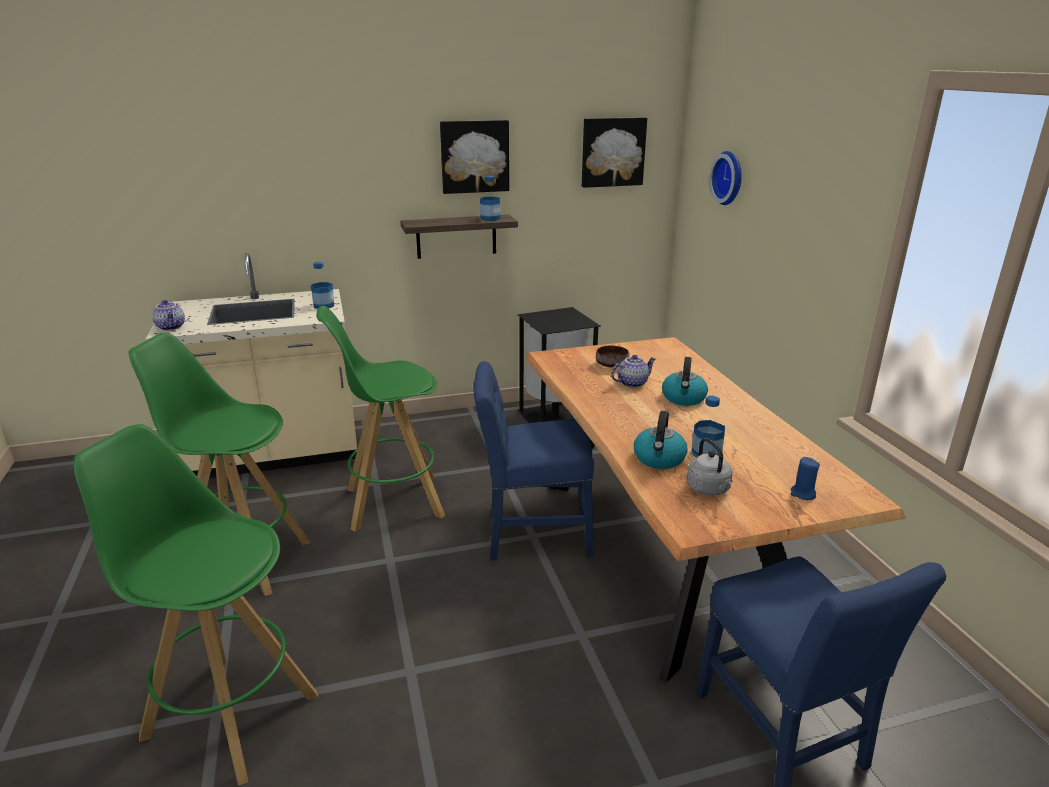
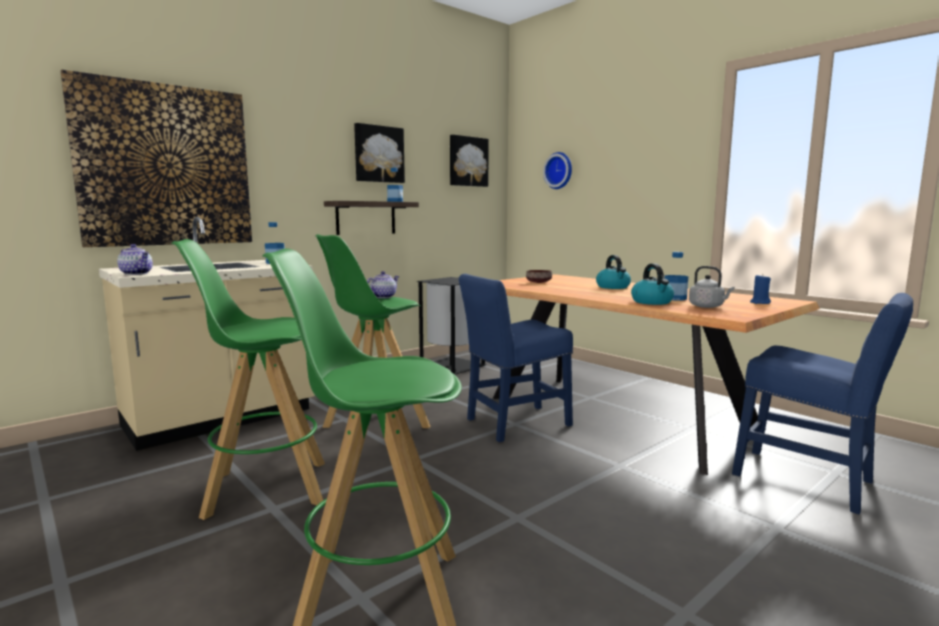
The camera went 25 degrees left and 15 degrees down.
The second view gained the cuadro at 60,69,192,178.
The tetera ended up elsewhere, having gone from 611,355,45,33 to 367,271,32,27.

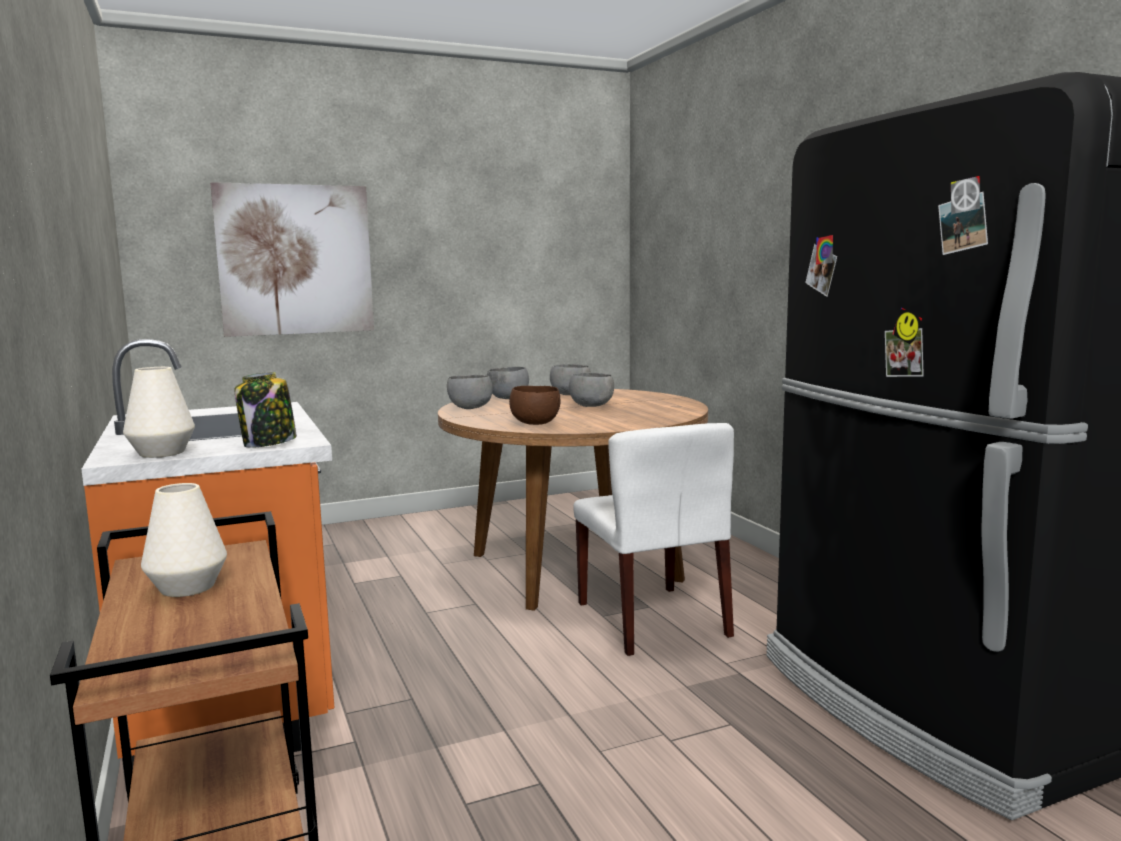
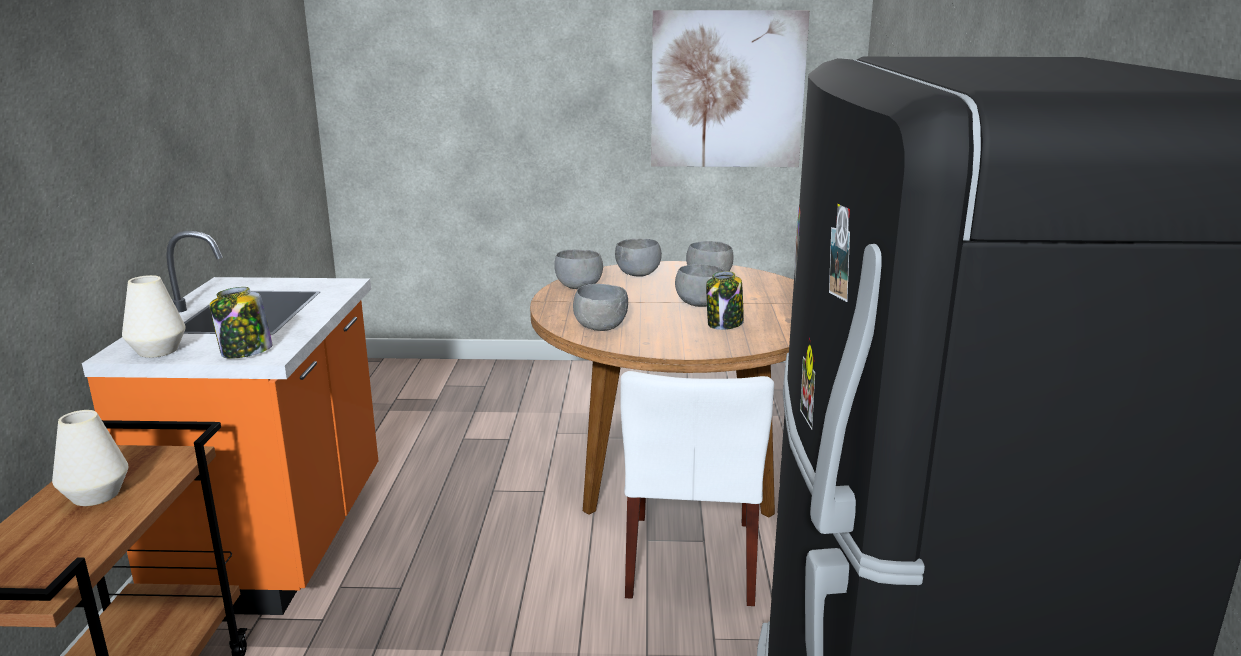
The camera went 25 degrees right and 10 degrees up.
The second view gained the tarro at 706,271,38,59.
The cuadro ended up elsewhere, having gone from 210,182,164,155 to 651,10,159,157.
What was the cuenco [marrón] at 509,386,52,39 turned into the cuenco [gris] at 573,284,55,47.

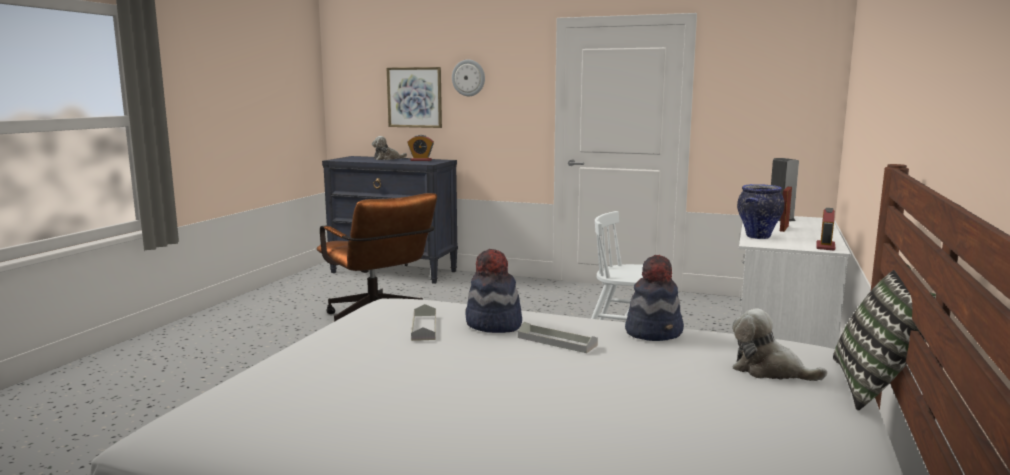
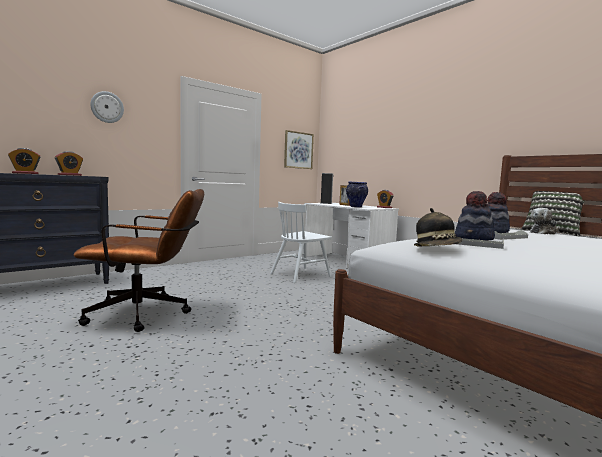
The camera went 60 degrees left and 5 degrees down.
The second view gained the sombrero at 414,208,48,38.
The cuadro ended up elsewhere, having gone from 387,67,55,61 to 284,130,30,39.
Where the peluche stood at 372,136,35,24, the despertador came to stand at 8,148,33,26.

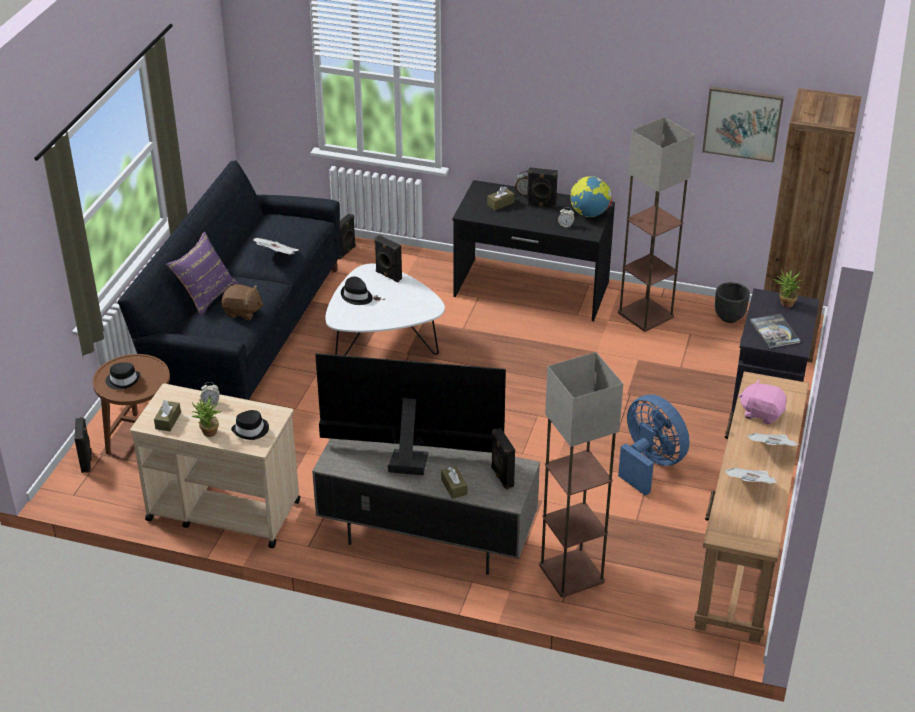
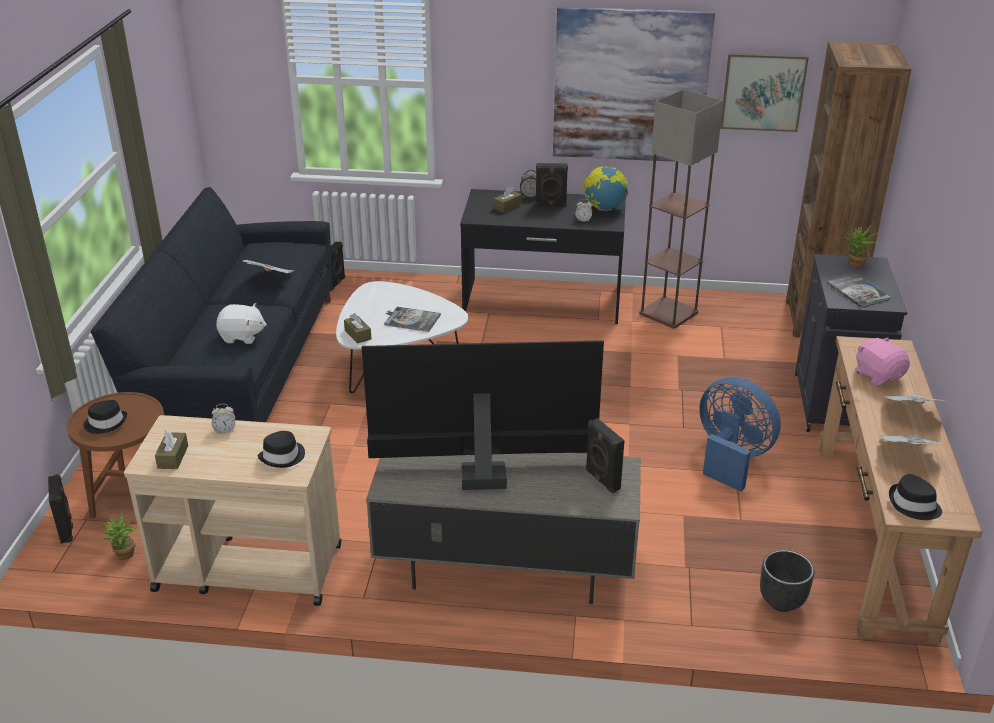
The camera went 10 degrees left and 5 degrees down.
The second view lost the cojín [morado] at 166,232,73,83.
The second view lost the altavoz [negro] at 374,235,28,47.
The second view lost the lámpara de pie at 539,352,84,246.
The second view gained the libro at 384,307,57,25.
The second view gained the cuadro at 553,7,162,156.
The planta en maceta ended up elsewhere, having gone from 192,395,30,42 to 100,511,37,49.
The sombrero [negro] ended up elsewhere, having gone from 341,276,31,29 to 889,474,53,46.
The caja de pañuelos [marrón] ended up elsewhere, having gone from 441,466,26,33 to 344,313,28,31.
The maceta [negro] ended up elsewhere, having gone from 715,282,35,41 to 760,550,55,62.
What was the peluche [marrón] at 222,284,42,36 turned into the peluche [blanco] at 216,303,51,41.
The peluche [rosa] at 739,379,48,45 ended up facing another way, 45 degrees clockwise from before.

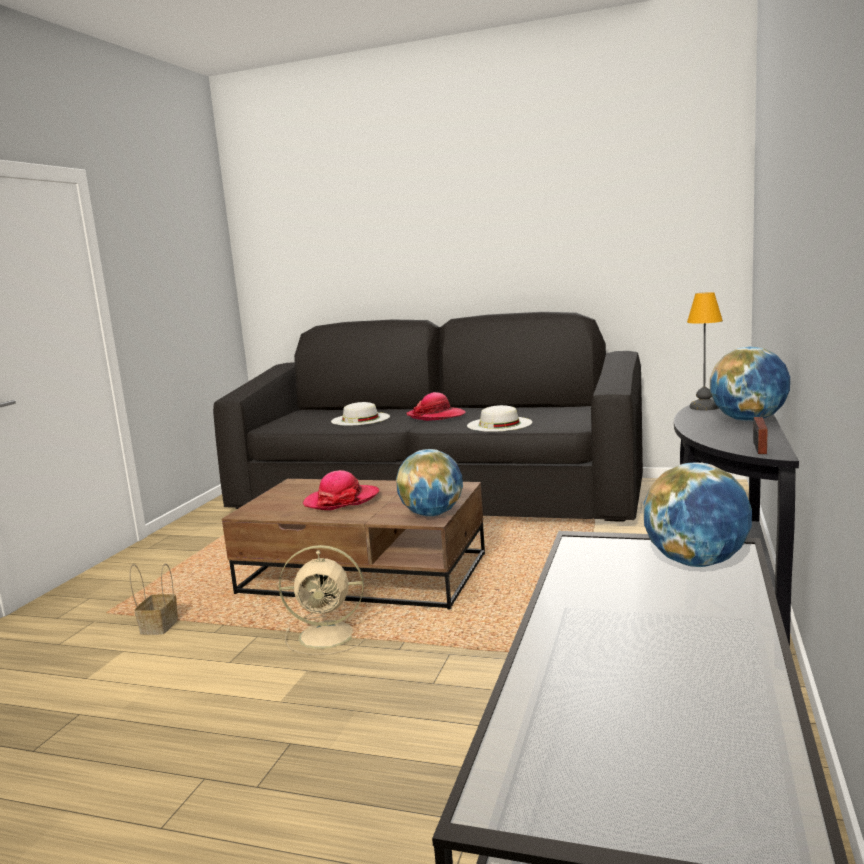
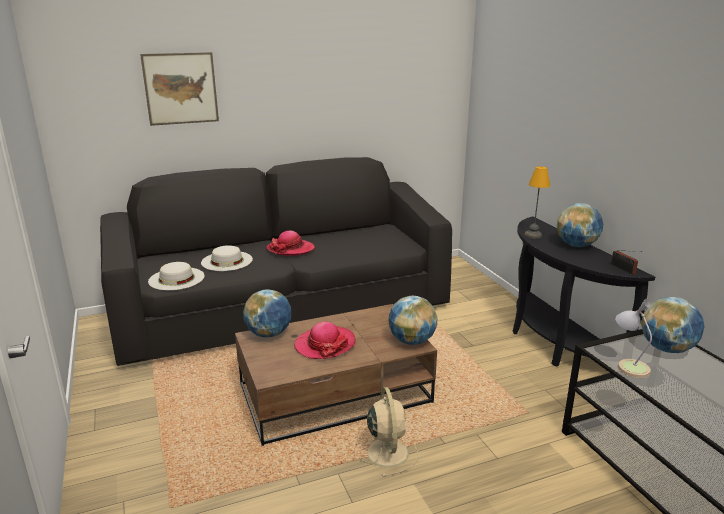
The camera went 40 degrees left and 10 degrees up.
The second view lost the cesta at 130,564,48,71.
The second view gained the cuadro at 140,52,79,74.
The second view gained the globo terráqueo at 243,289,48,48.
The second view gained the lámpara de mesa at 615,298,37,80.
The sombrero [blanco] ended up elsewhere, having gone from 467,405,65,27 to 148,262,57,28.
The ventilador [beis] at 279,545,87,110 ended up facing another way, 60 degrees counterclockwise from before.

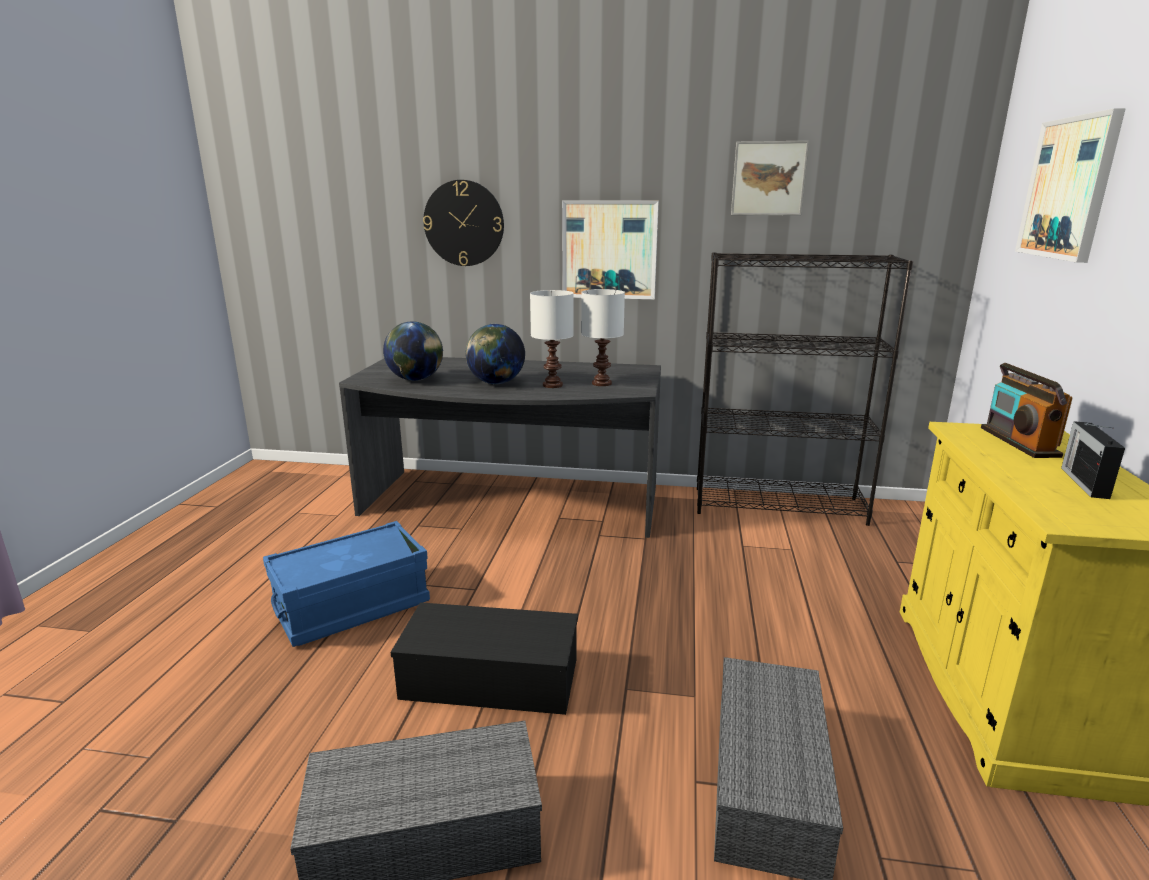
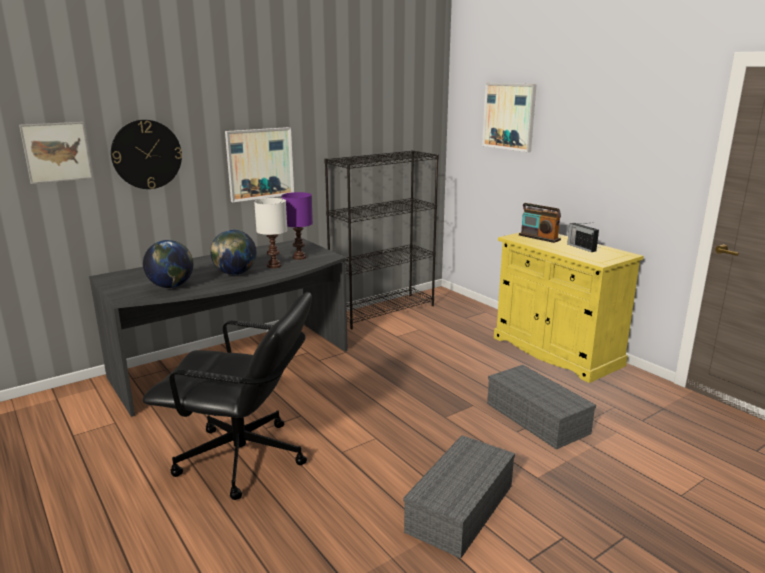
The camera went 45 degrees left and 0 degrees up.
The second view lost the caja de almacenaje [negro] at 390,602,188,113.
The cuadro ended up elsewhere, having gone from 731,141,78,74 to 19,122,74,62.
Where the caja de almacenaje [azul] stood at 263,521,167,126, the silla de oficina [negro] came to stand at 142,292,170,208.
What was the lámpara de mesa [blanco] at 581,289,44,97 turned into the lámpara de mesa [morado] at 282,192,31,68.

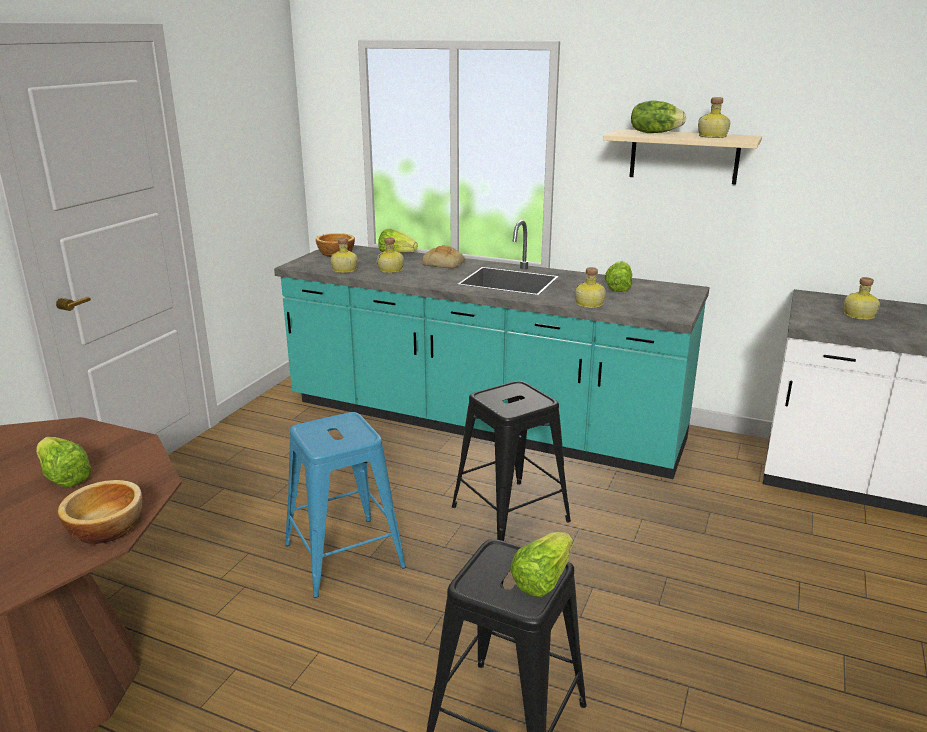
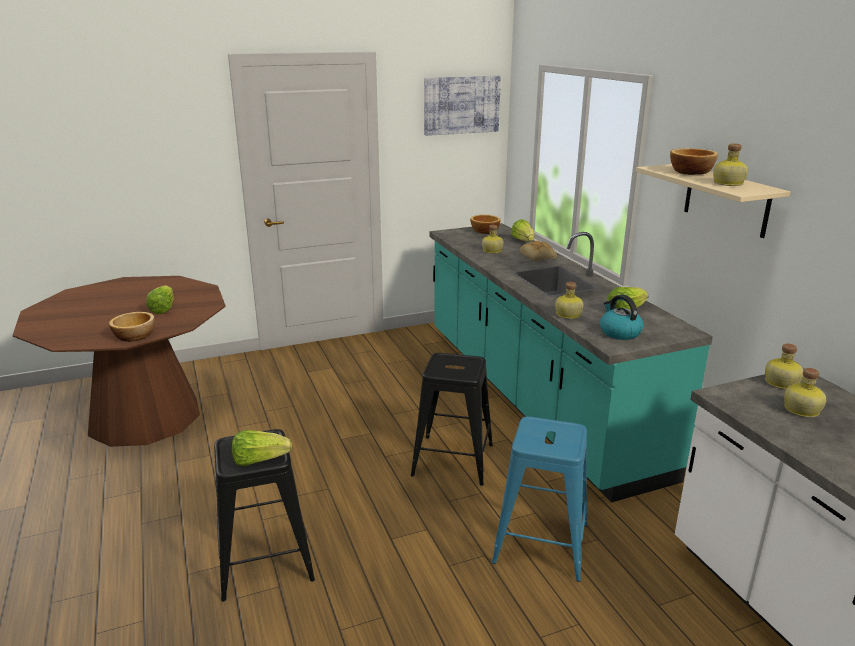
The camera went 45 degrees right and 0 degrees up.
The second view gained the cuadro at 424,76,77,60.
The second view gained the hervidor at 600,295,44,45.
The taburete [azul] ended up elsewhere, having gone from 285,412,121,186 to 492,417,96,165.
The botella ended up elsewhere, having gone from 330,237,28,36 to 765,343,38,46.
Where the lechuga stood at 631,101,55,32, the cuenco came to stand at 670,148,48,27.

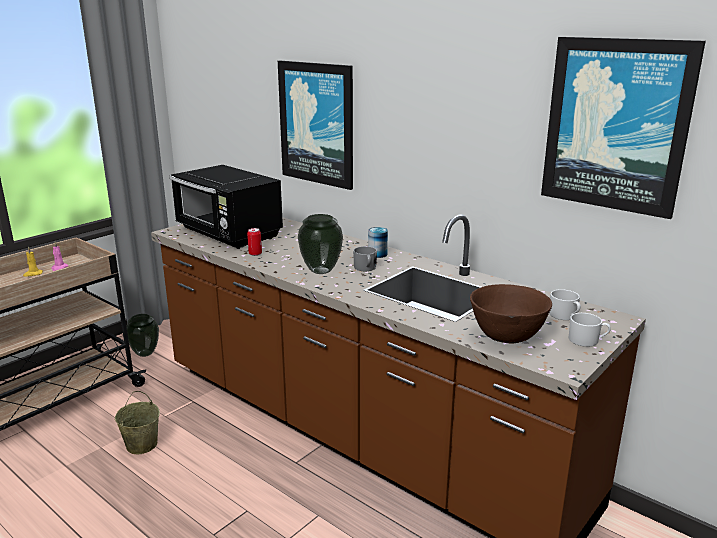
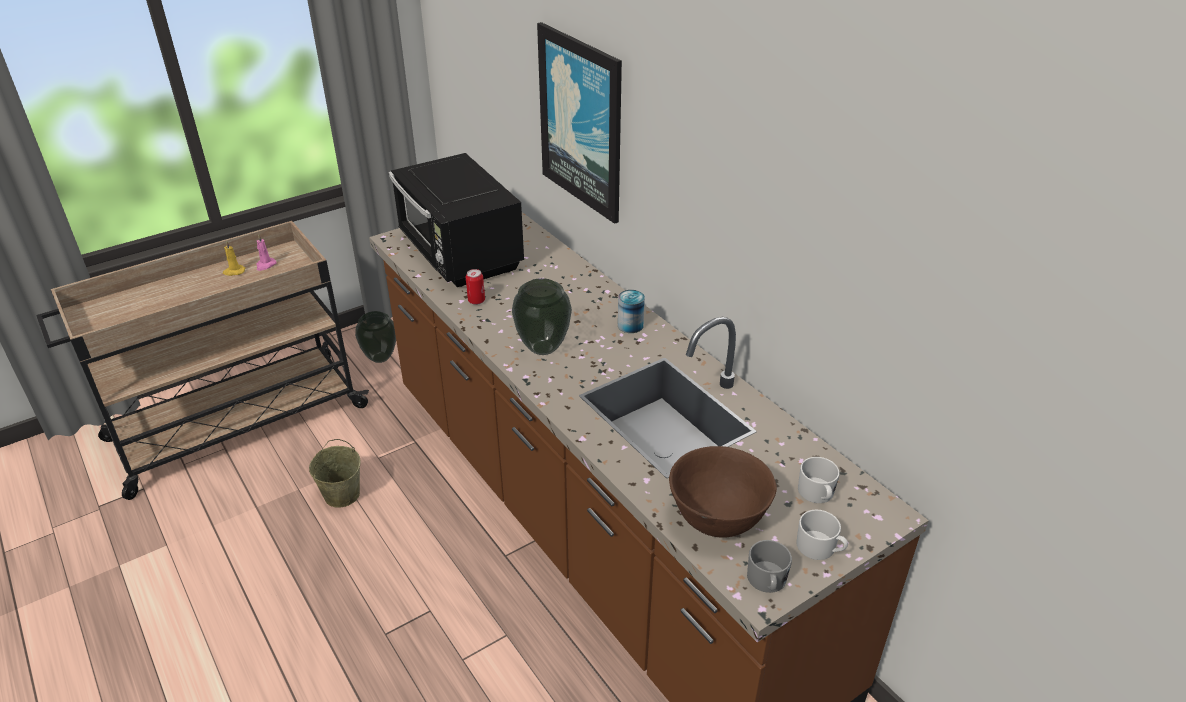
The camera went 15 degrees right and 15 degrees up.
The second view lost the cuadro at 541,37,165,182.
The taza grande [gris] ended up elsewhere, having gone from 353,246,24,25 to 747,540,45,53.

